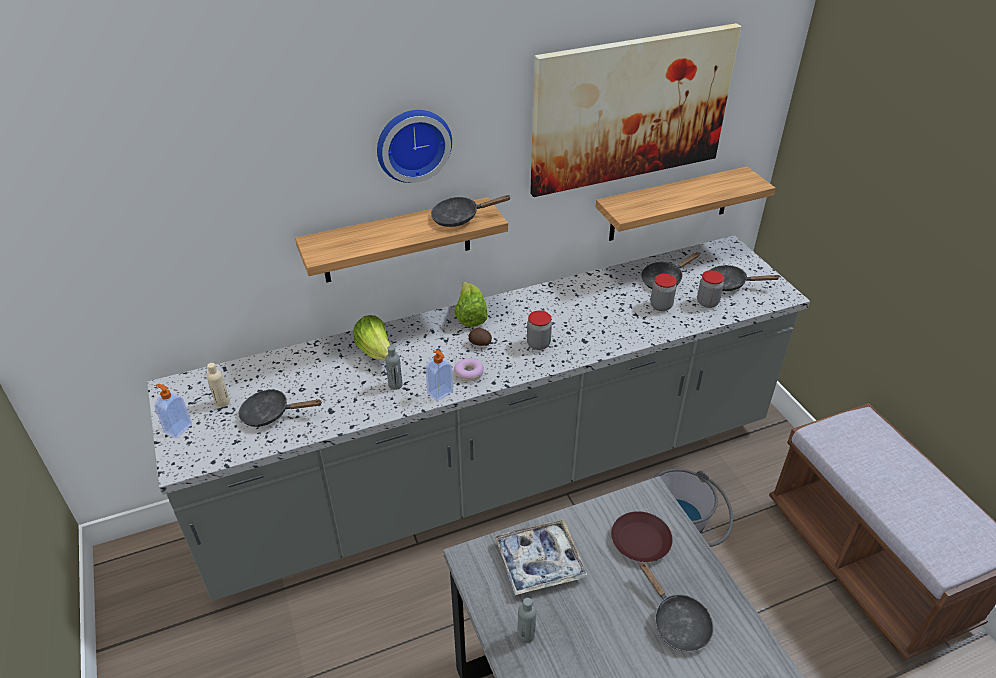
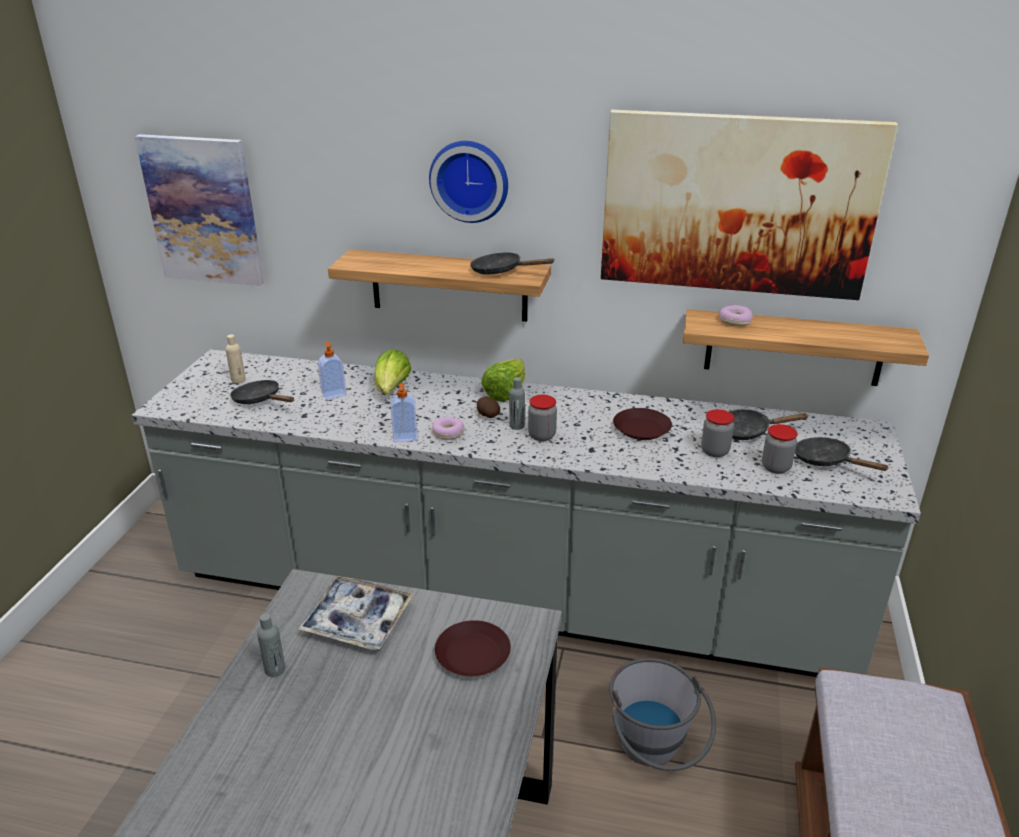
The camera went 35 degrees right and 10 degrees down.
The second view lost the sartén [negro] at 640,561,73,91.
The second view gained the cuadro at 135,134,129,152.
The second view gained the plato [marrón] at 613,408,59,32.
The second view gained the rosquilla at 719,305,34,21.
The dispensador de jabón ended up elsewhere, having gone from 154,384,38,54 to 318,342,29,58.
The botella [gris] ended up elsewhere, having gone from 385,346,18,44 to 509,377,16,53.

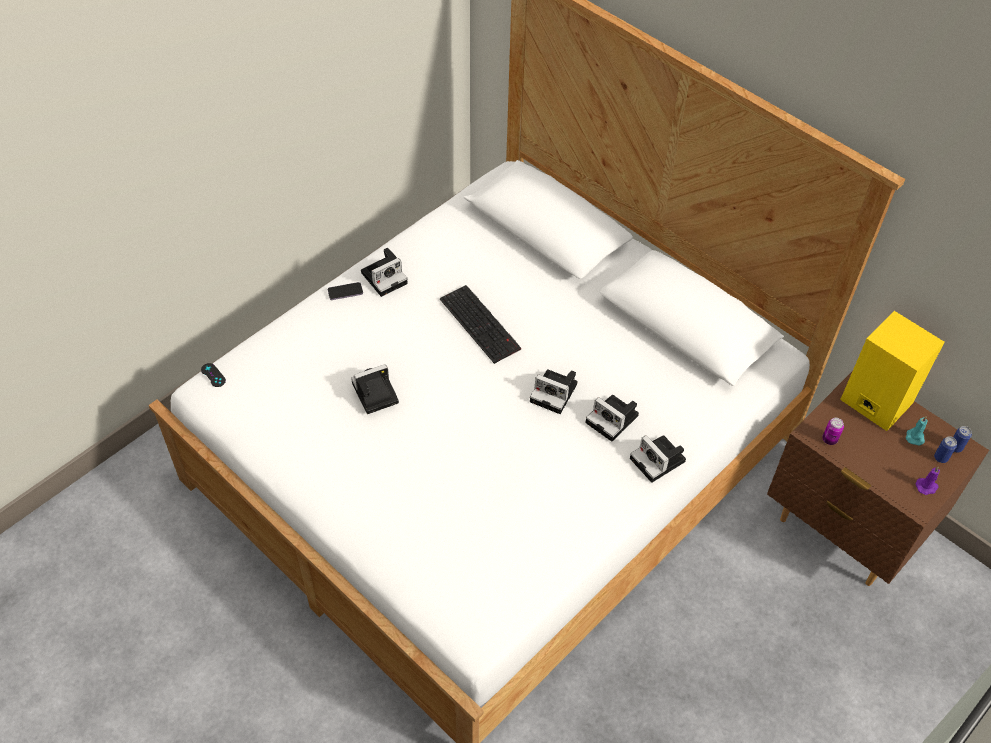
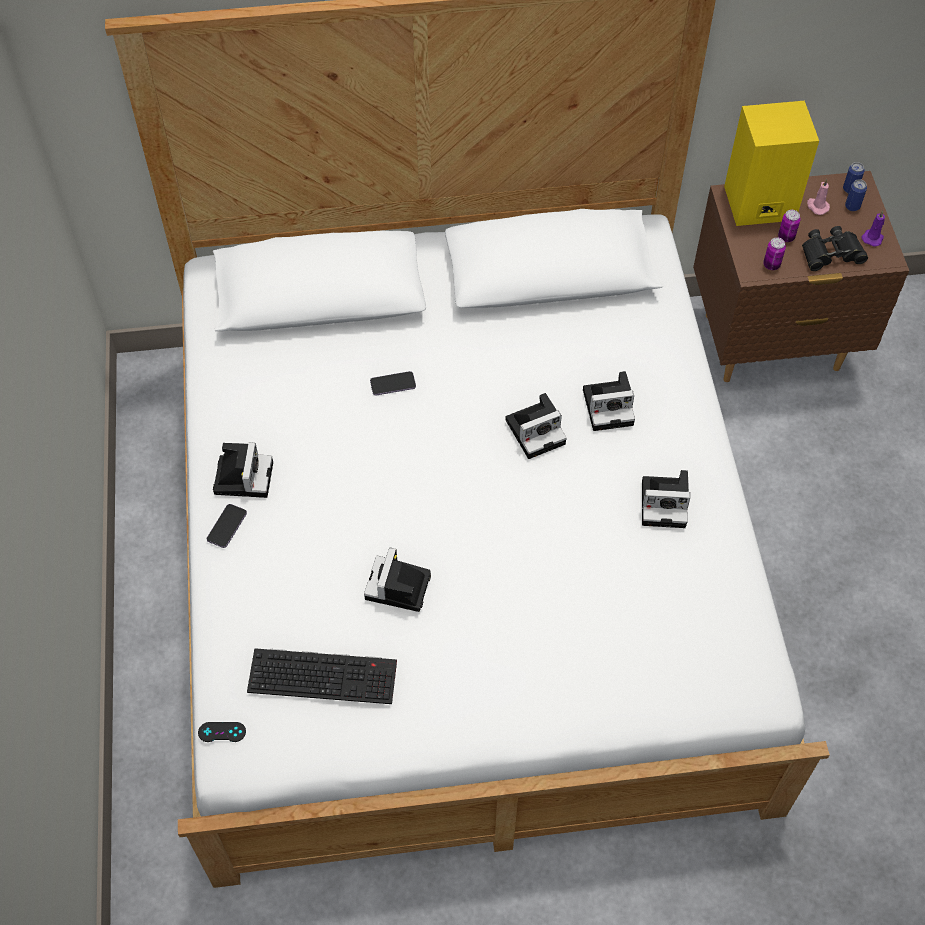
The camera went 50 degrees left and 5 degrees up.
The second view gained the móvil at 370,371,46,24.
The second view gained the lata at 778,210,23,32.
The second view gained the prismáticos [negro] at 802,226,66,45.
The teclado ended up elsewhere, having gone from 440,285,81,79 to 247,648,150,56.
The cámara ended up elsewhere, having gone from 630,435,56,48 to 642,470,48,58.
What was the vela [turquesa] at 906,417,22,28 turned into the vela [rosa] at 807,179,23,36.

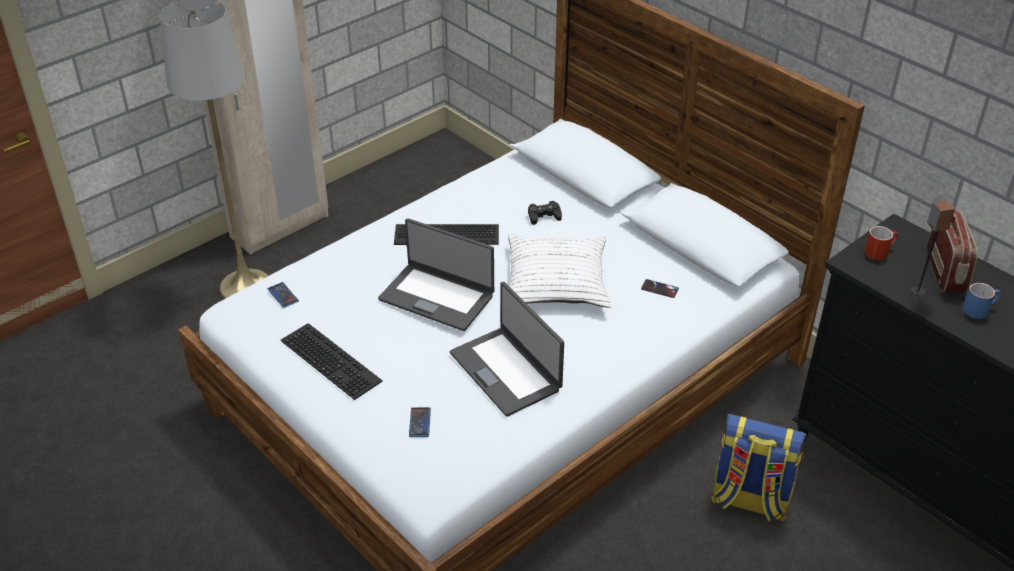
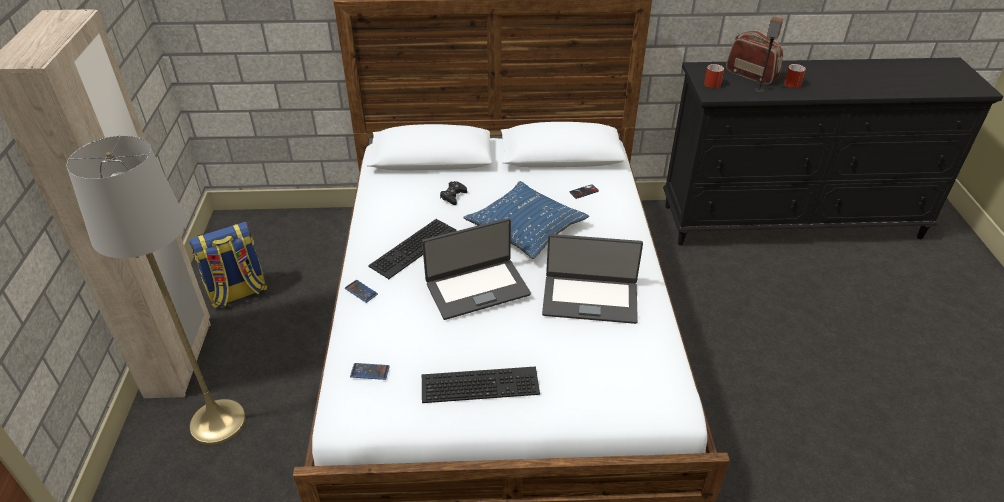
The camera went 50 degrees left and 0 degrees up.
The móvil ended up elsewhere, having gone from 409,407,22,30 to 345,280,33,23.
The mochila ended up elsewhere, having gone from 711,414,95,107 to 189,222,78,86.
What was the cojín [blanco] at 508,234,103,74 turned into the cojín [azul] at 463,181,126,78.
What was the taza grande [azul] at 963,283,38,36 turned into the taza grande [rojo] at 784,64,22,24.

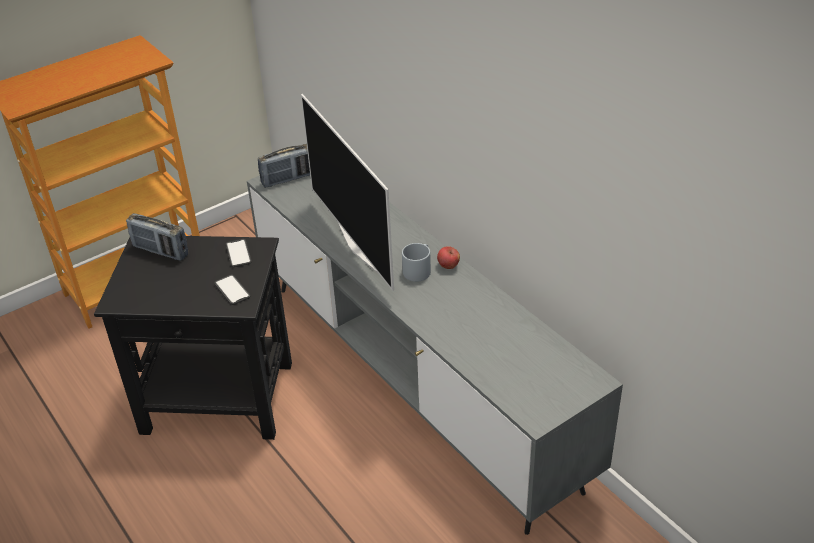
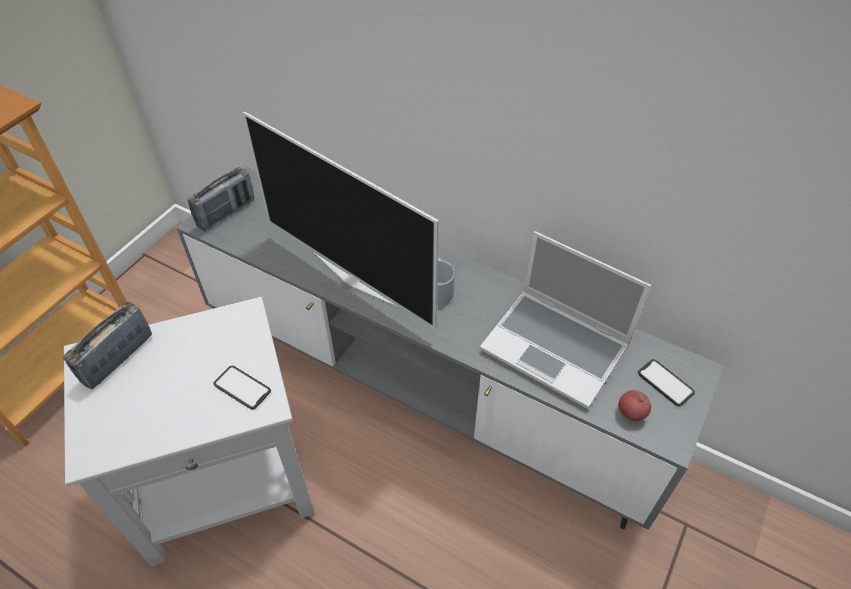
The camera went 25 degrees left and 10 degrees up.
The second view gained the portátil at 479,231,172,178.
The móvil ended up elsewhere, having gone from 226,239,26,28 to 638,359,57,47.
The manzana ended up elsewhere, having gone from 437,246,23,23 to 618,390,33,31.
What was the mesa auxiliar [negro] at 94,236,198,204 turned into the mesa auxiliar [blanco] at 64,297,250,269.
The radio at 126,213,62,48 ended up facing another way, 120 degrees clockwise from before.

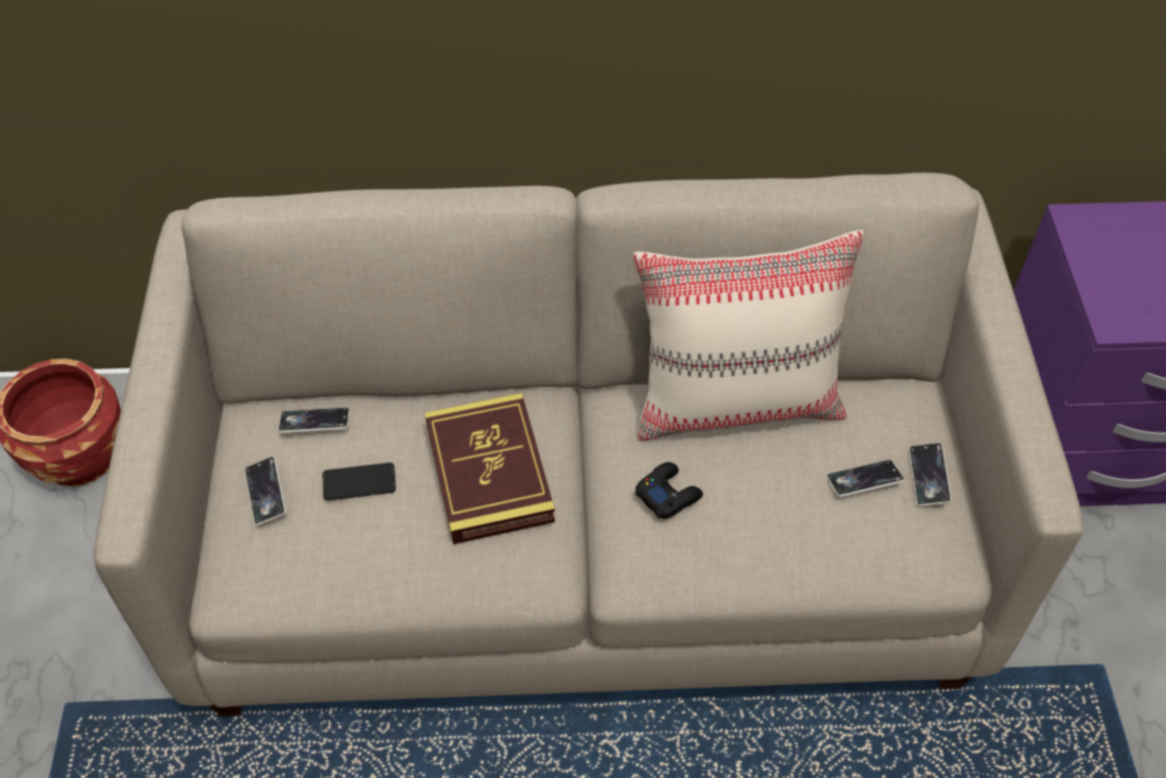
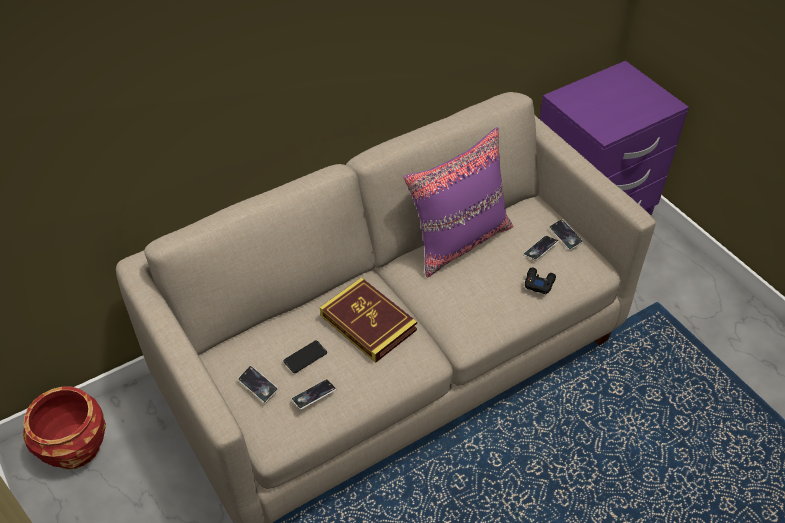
The camera went 30 degrees left and 5 degrees down.
The móvil ended up elsewhere, having gone from 278,407,72,26 to 291,379,45,31.
The mando de consola [negro] ended up elsewhere, having gone from 635,462,68,57 to 525,268,31,26.
What was the cojín [beis] at 633,230,231,211 turned into the cojín [morado] at 404,127,109,151.

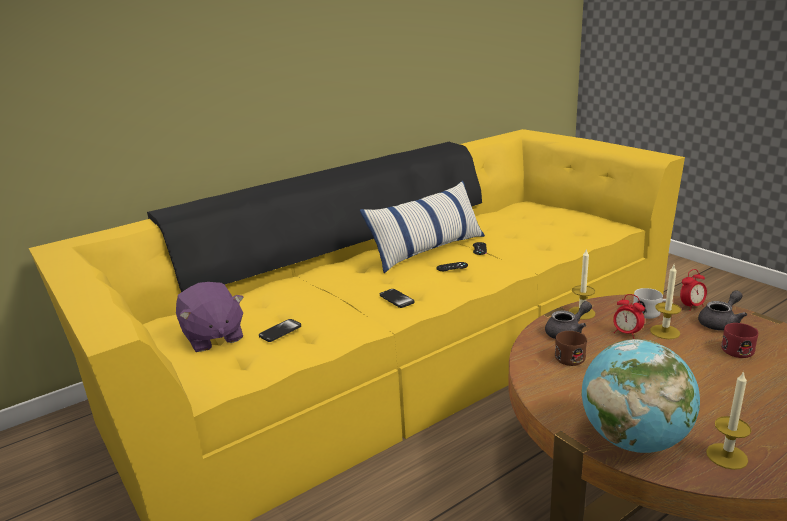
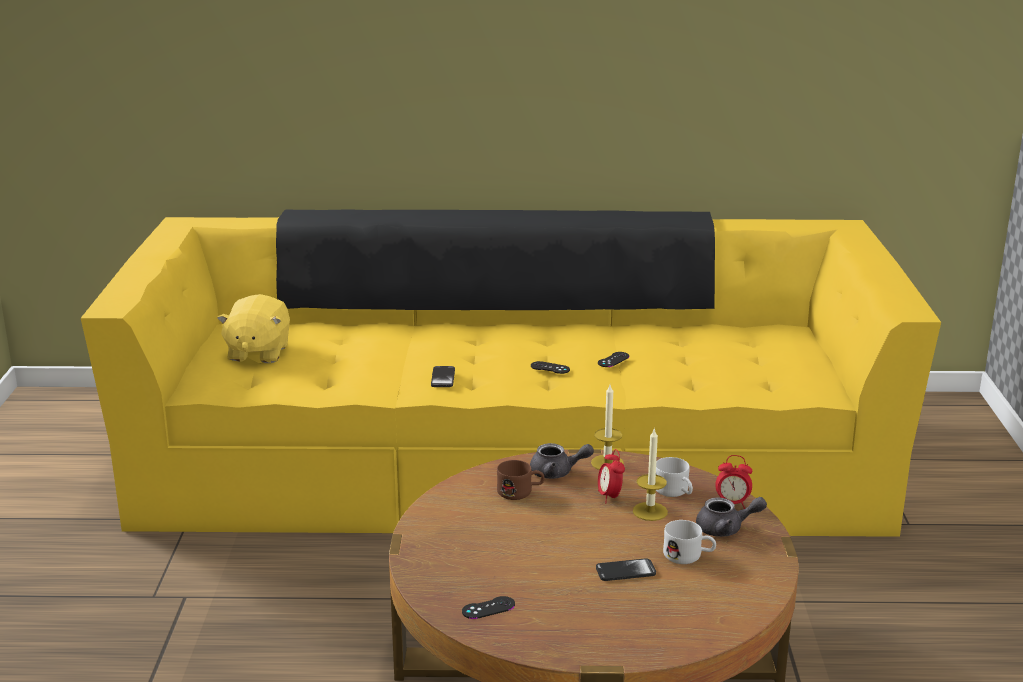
The camera went 35 degrees right and 0 degrees up.
The second view lost the cojín at 360,181,125,92.
The second view lost the globo terráqueo at 581,339,119,114.
The móvil ended up elsewhere, having gone from 259,319,42,23 to 596,558,60,23.
Where the vela stood at 706,371,45,99, the mando de consola [negro] came to stand at 462,596,53,23.
What was the peluche [morado] at 176,282,68,70 turned into the peluche [amarillo] at 217,294,73,69.
What was the taza grande [rojo] at 721,323,37,35 turned into the taza grande [blanco] at 663,520,53,44.

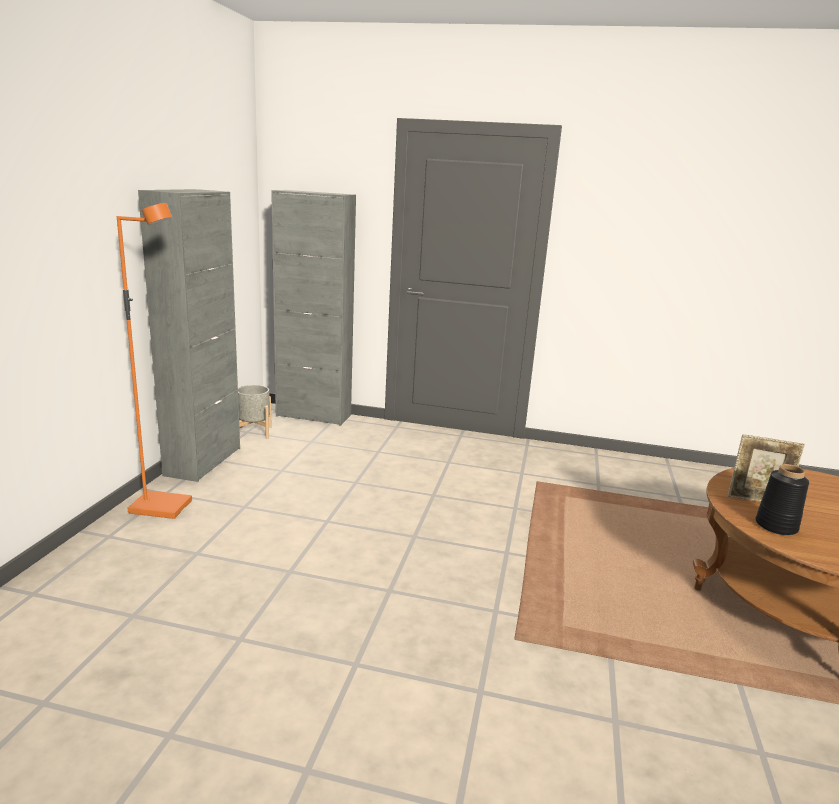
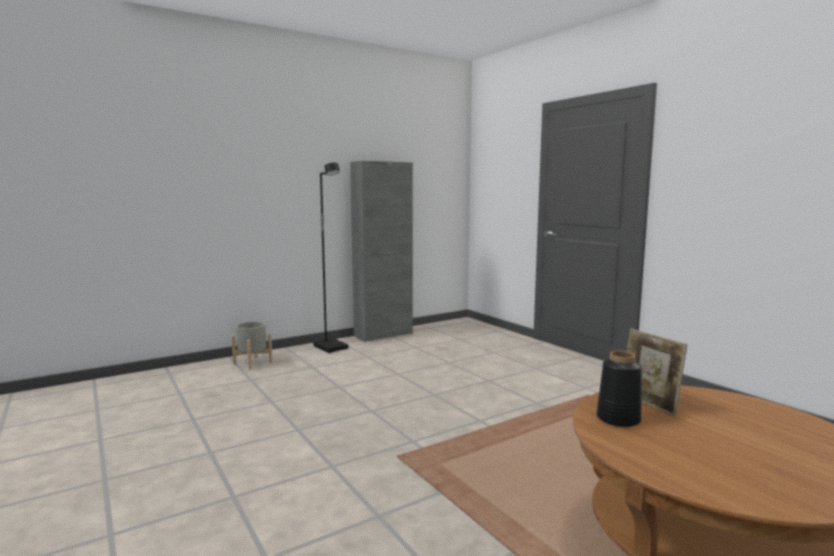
The camera went 45 degrees right and 10 degrees down.
The second view lost the armario [gris] at 271,190,85,236.
The maceta [gris] ended up elsewhere, having gone from 238,385,34,54 to 232,321,41,49.
What was the lámpara de pie [naranja] at 117,203,75,316 turned into the lámpara de pie [negro] at 313,163,35,190.

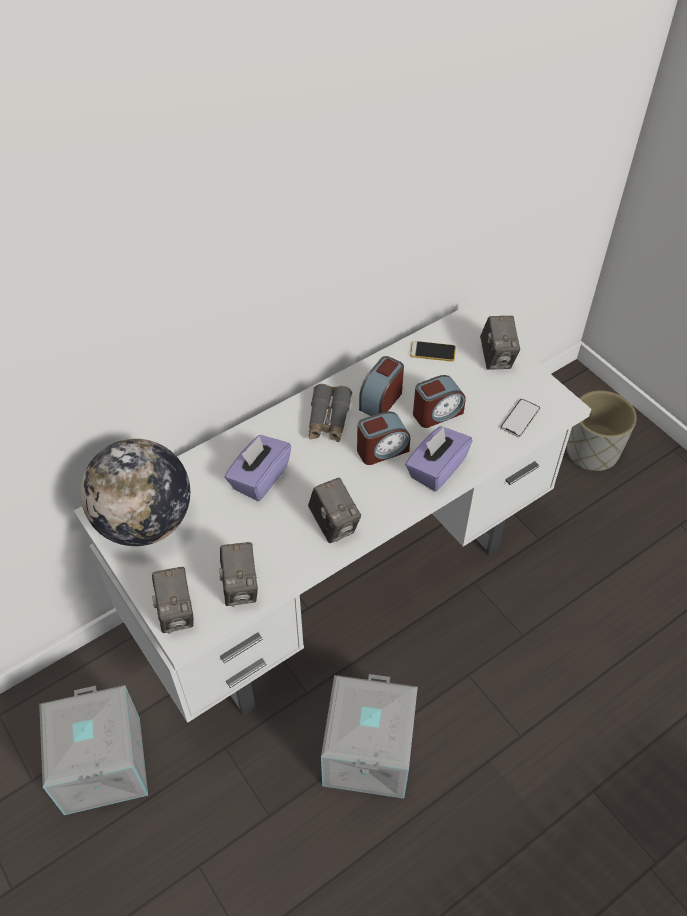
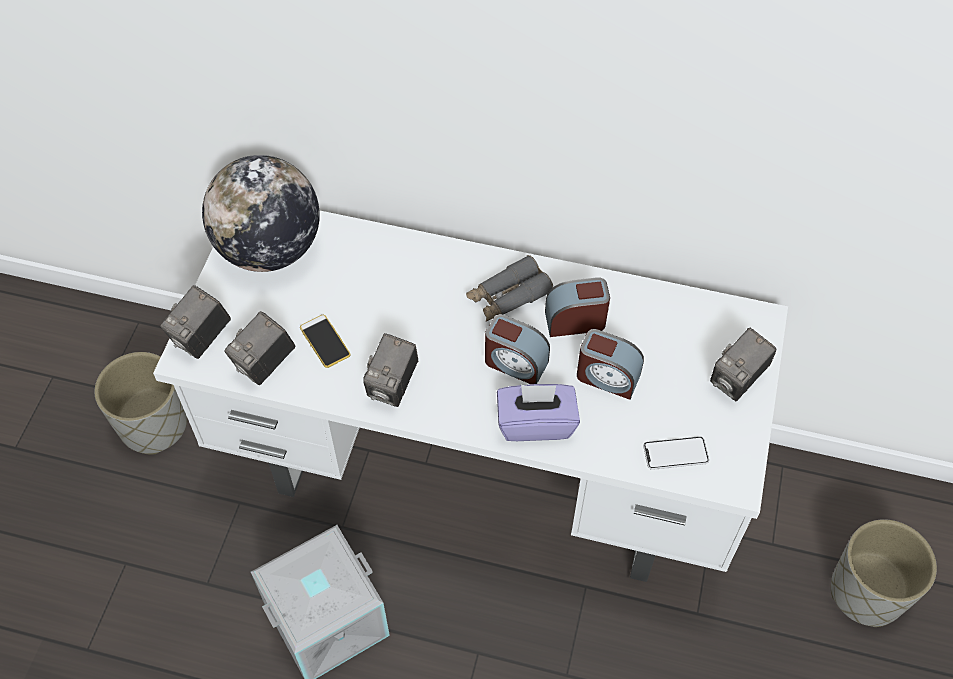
The camera went 50 degrees right and 5 degrees up.
The second view lost the caja de pañuelos [morado] at 225,435,66,66.
The móvil ended up elsewhere, having gone from 410,341,46,20 to 300,315,51,53.
Where the caja de almacenaje [gris] stood at 39,685,109,130, the maceta [gris] came to stand at 94,352,93,103.

